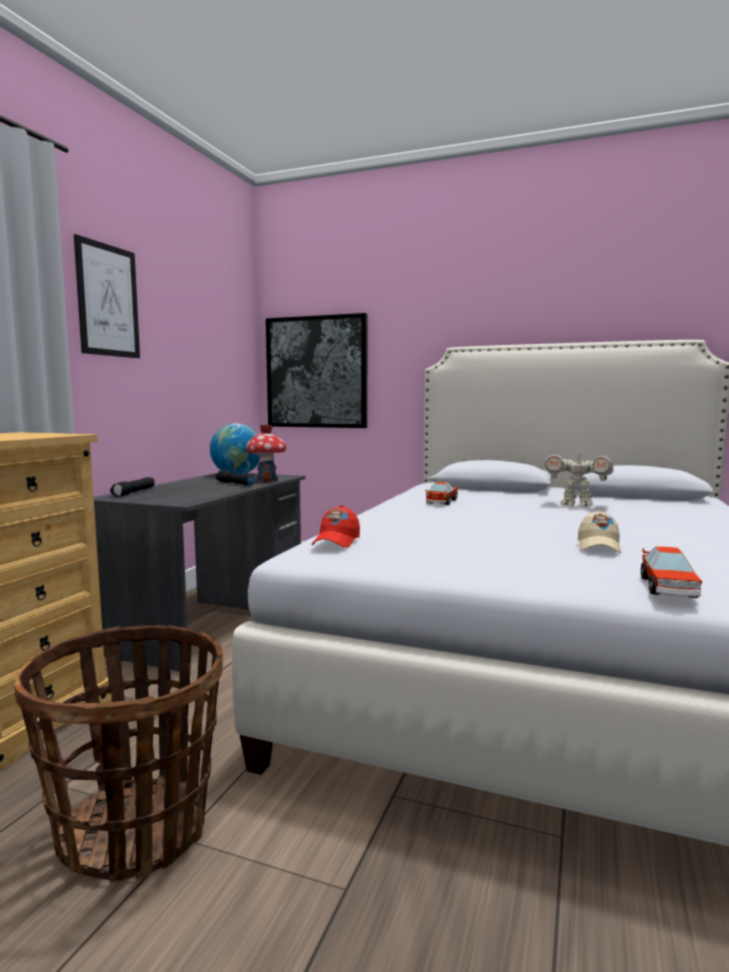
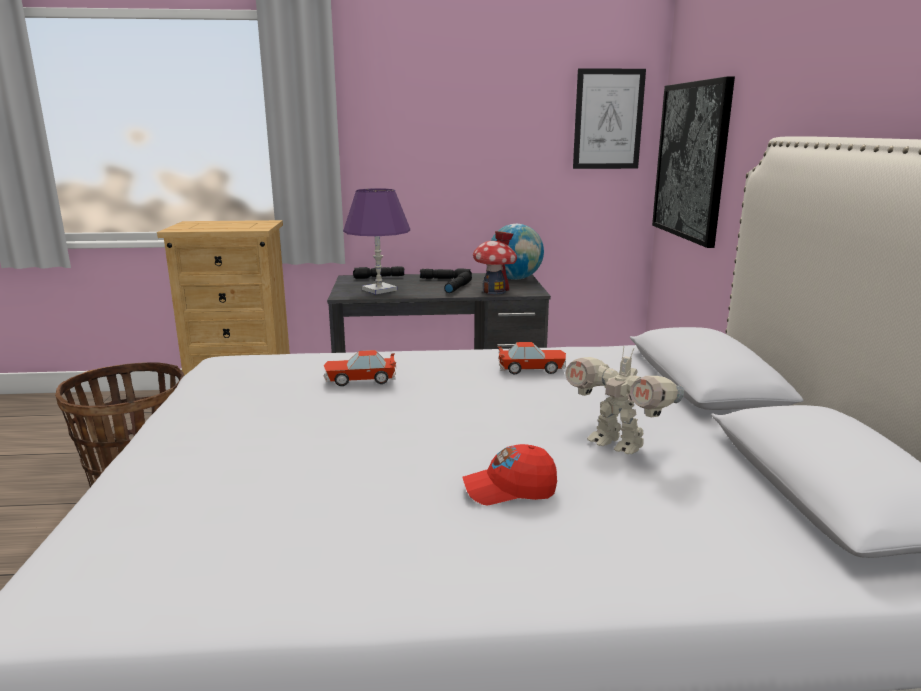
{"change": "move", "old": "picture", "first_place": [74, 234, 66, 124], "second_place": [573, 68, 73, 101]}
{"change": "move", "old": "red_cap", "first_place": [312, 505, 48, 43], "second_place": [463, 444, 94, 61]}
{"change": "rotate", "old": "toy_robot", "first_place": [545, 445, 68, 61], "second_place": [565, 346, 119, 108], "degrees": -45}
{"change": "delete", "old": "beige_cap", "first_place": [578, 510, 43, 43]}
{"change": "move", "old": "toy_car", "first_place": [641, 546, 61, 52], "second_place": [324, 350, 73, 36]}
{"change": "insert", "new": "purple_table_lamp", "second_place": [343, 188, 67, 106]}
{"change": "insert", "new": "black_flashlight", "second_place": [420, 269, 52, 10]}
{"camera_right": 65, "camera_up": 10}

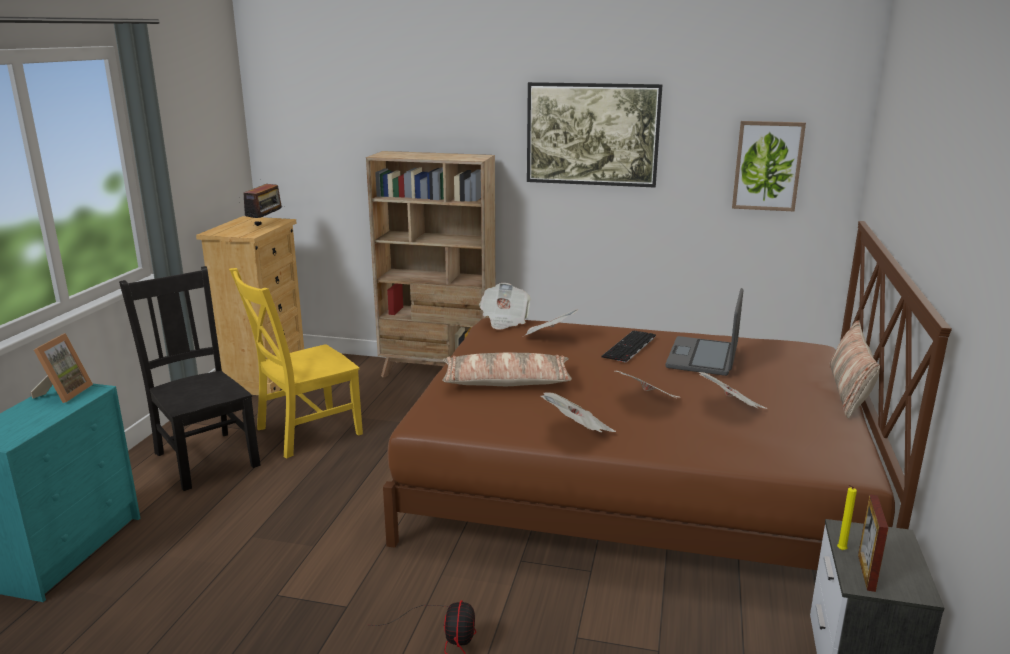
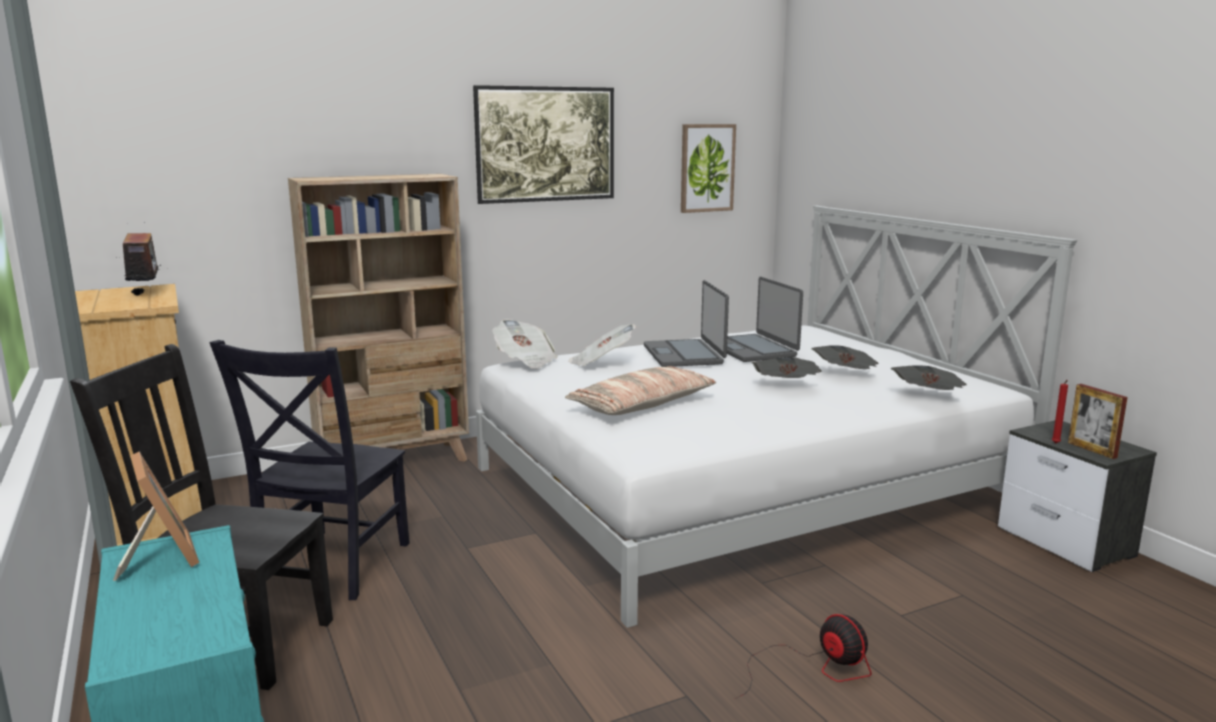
{"change": "recolor", "old": "yellow_chair", "new": "black_chair", "first_place": [229, 268, 134, 191], "second_place": [209, 340, 201, 260]}
{"change": "recolor", "old": "brown_bed", "new": "white_bed", "first_place": [383, 221, 569, 349], "second_place": [476, 206, 601, 422]}
{"change": "move", "old": "newspaper", "first_place": [541, 392, 75, 40], "second_place": [891, 365, 75, 25]}
{"change": "replace", "old": "keyboard", "new": "laptop", "first_place": [602, 331, 54, 32], "second_place": [644, 280, 85, 87]}
{"change": "delete", "old": "pillow", "first_place": [830, 321, 50, 97]}
{"change": "recolor", "old": "yellow_candle", "new": "red_candle", "first_place": [837, 485, 20, 65], "second_place": [1052, 380, 16, 63]}
{"camera_right": -40, "camera_up": -5}

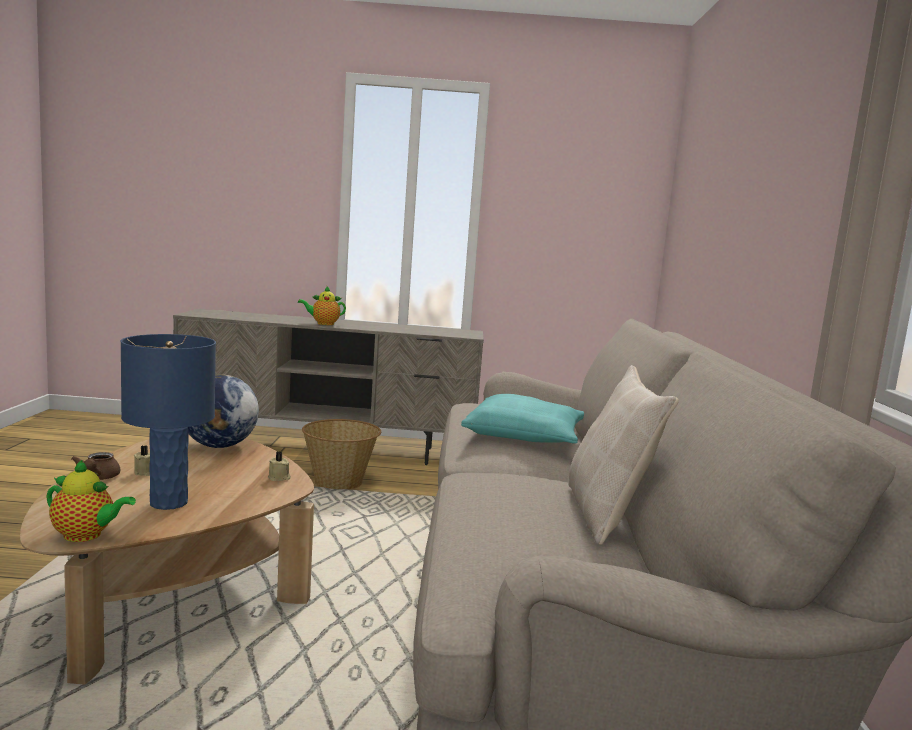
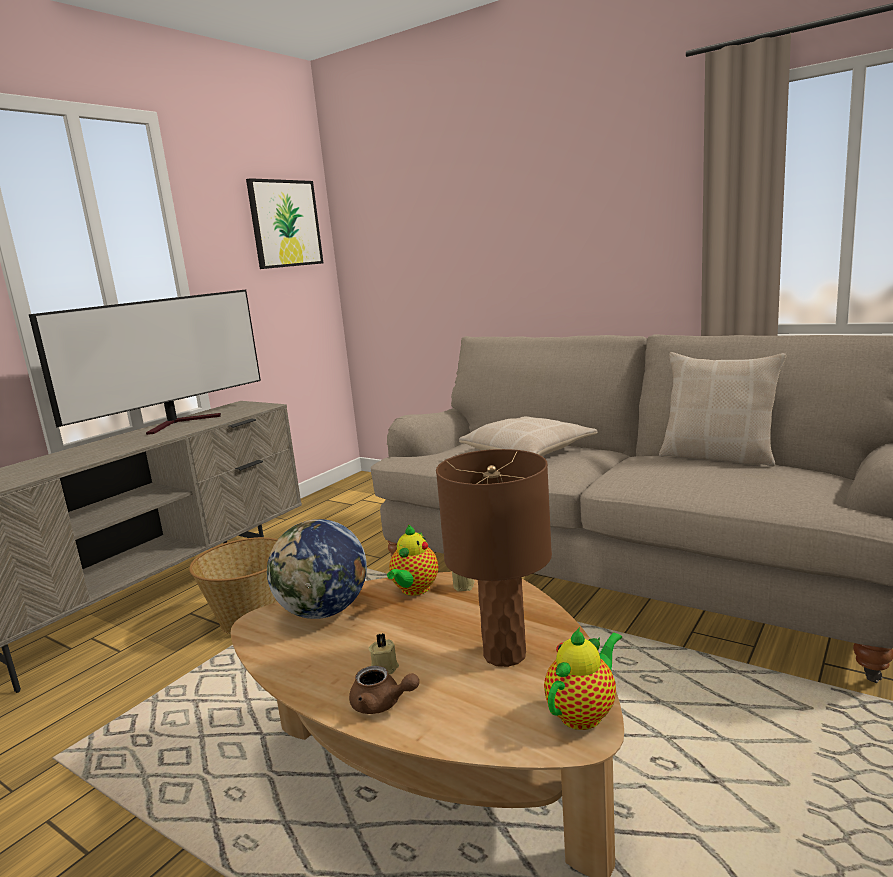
{"change": "recolor", "old": "blue_table_lamp", "new": "brown_table_lamp", "first_place": [120, 334, 96, 176], "second_place": [436, 449, 116, 218]}
{"change": "move", "old": "teapot", "first_place": [298, 285, 48, 40], "second_place": [387, 525, 51, 71]}
{"change": "recolor", "old": "turquoise_pillow", "new": "beige_pillow", "first_place": [461, 394, 123, 50], "second_place": [459, 416, 138, 40]}
{"change": "insert", "new": "television", "second_place": [29, 289, 232, 146]}
{"change": "insert", "new": "picture", "second_place": [246, 178, 77, 91]}
{"camera_right": -55, "camera_up": 5}

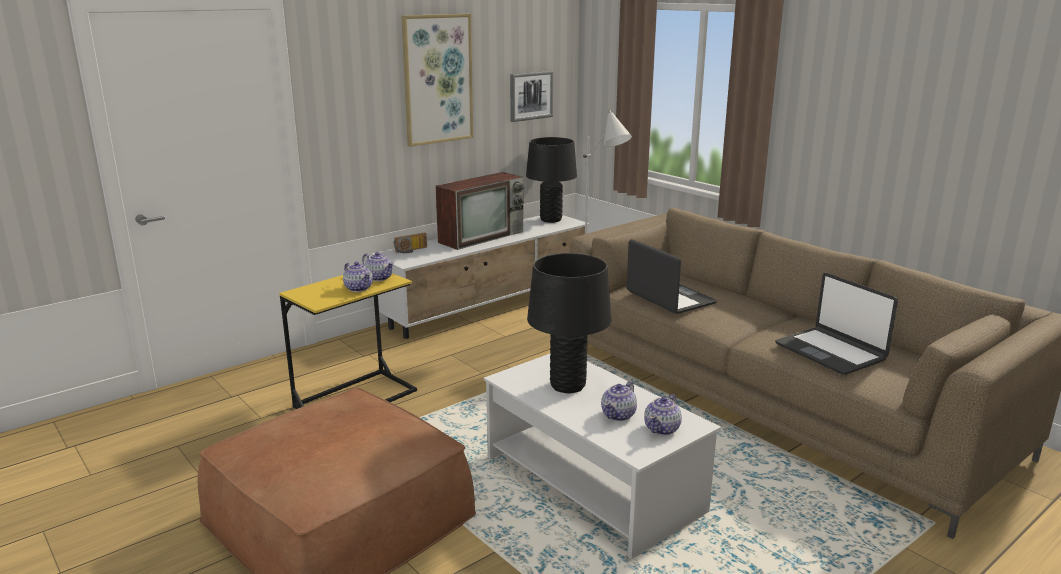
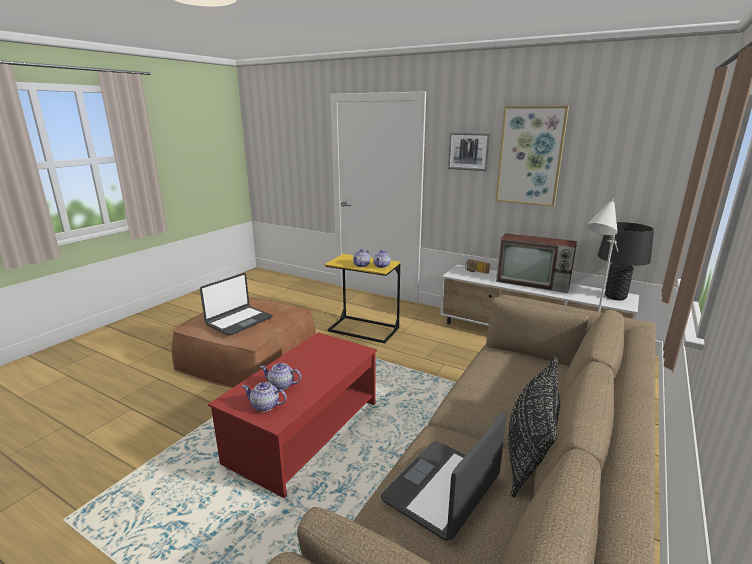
{"change": "recolor", "old": "white_coffee_table", "new": "red_coffee_table", "first_place": [484, 353, 237, 206], "second_place": [208, 332, 169, 166]}
{"change": "move", "old": "picture", "first_place": [510, 71, 43, 51], "second_place": [447, 132, 44, 39]}
{"change": "delete", "old": "black_table_lamp", "first_place": [527, 253, 84, 141]}
{"change": "move", "old": "laptop", "first_place": [627, 239, 90, 75], "second_place": [200, 273, 73, 62]}
{"change": "insert", "new": "black_pillow", "second_place": [508, 357, 52, 141]}
{"camera_right": 70, "camera_up": 0}

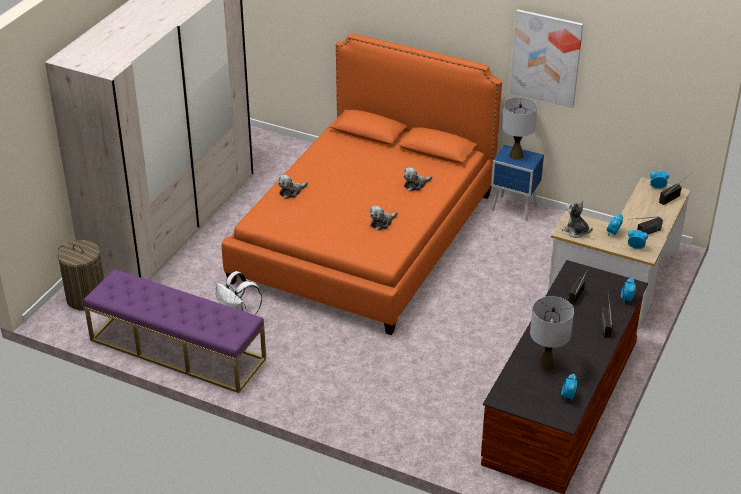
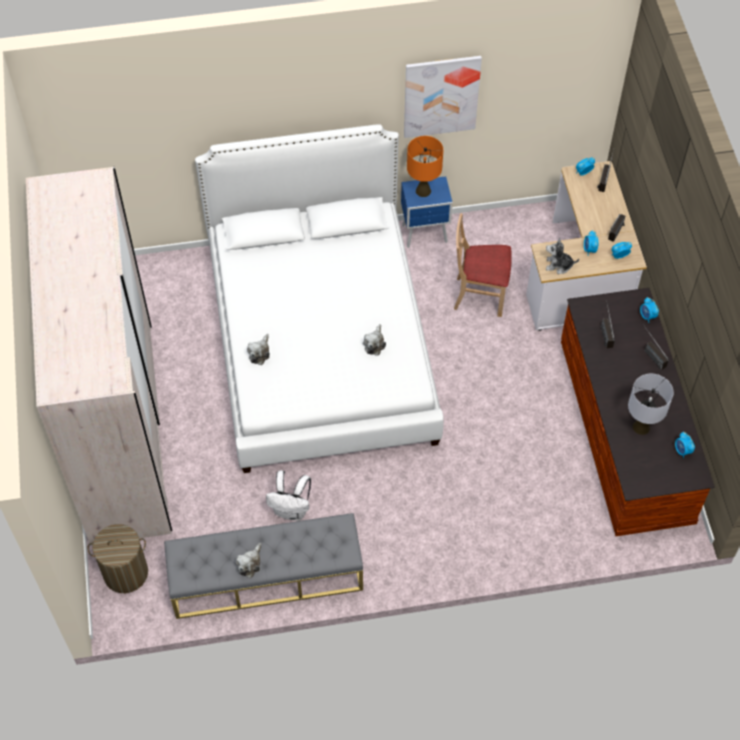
{"change": "recolor", "old": "purple_bench", "new": "grey_bench", "first_place": [84, 269, 182, 124], "second_place": [164, 513, 199, 106]}
{"change": "recolor", "old": "orange_bed", "new": "white_bed", "first_place": [222, 34, 280, 301], "second_place": [195, 124, 249, 349]}
{"change": "move", "old": "plush_toy", "first_place": [403, 167, 29, 24], "second_place": [236, 543, 25, 35]}
{"change": "recolor", "old": "grey_table_lamp", "new": "orange_table_lamp", "first_place": [502, 97, 35, 63], "second_place": [407, 136, 36, 61]}
{"change": "insert", "new": "beige_chair", "second_place": [454, 213, 58, 104]}
{"camera_right": -35, "camera_up": 20}

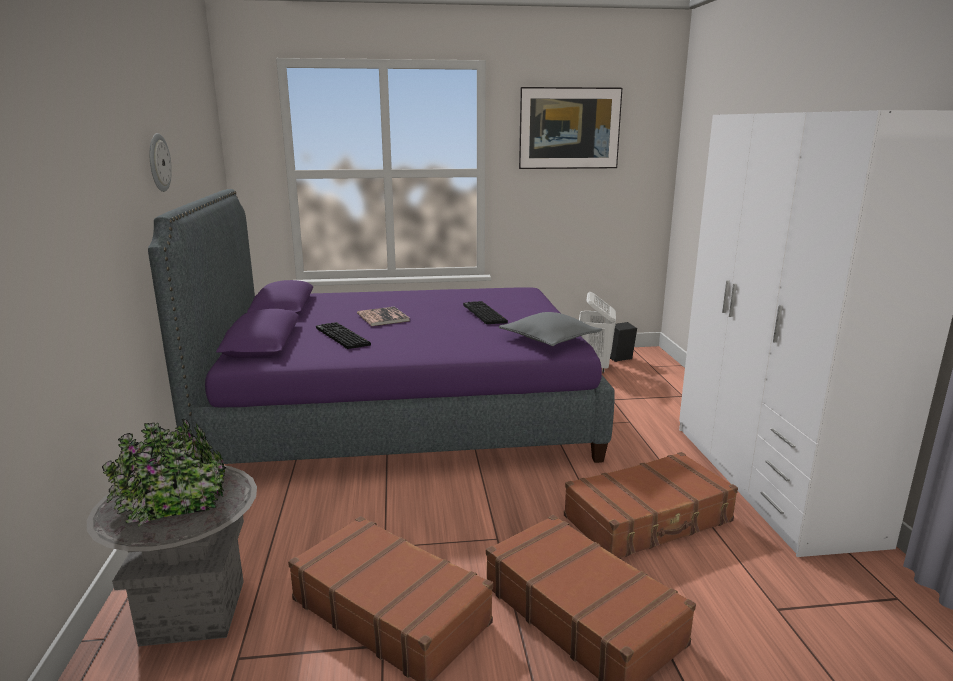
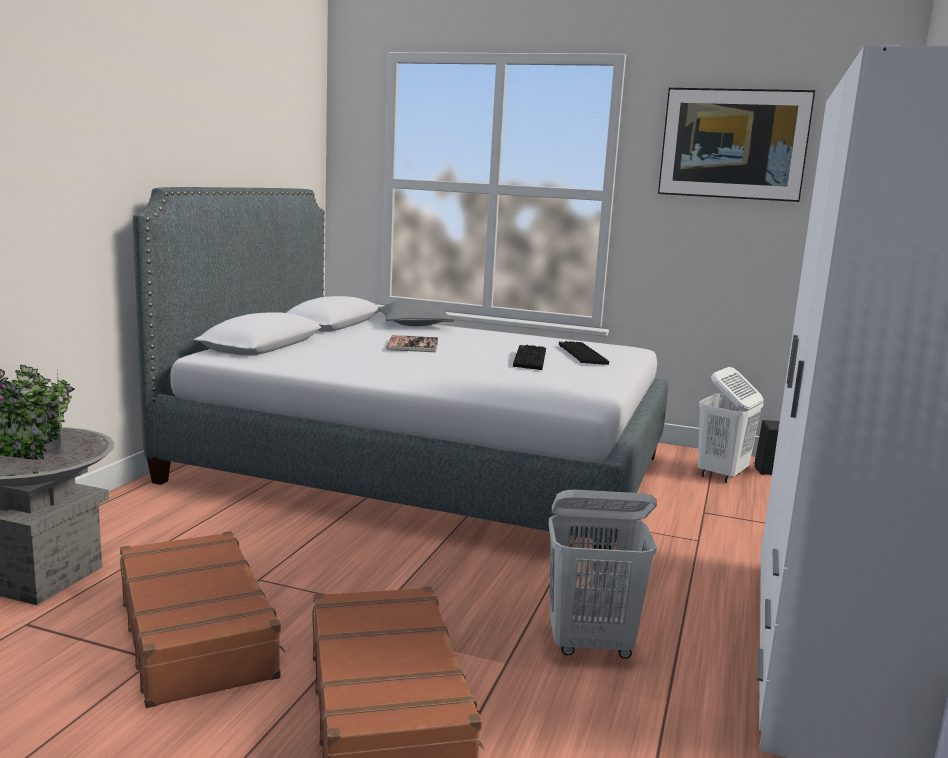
{"change": "recolor", "old": "purple_bed", "new": "grey_bed", "first_place": [148, 189, 467, 275], "second_place": [133, 187, 535, 381]}
{"change": "delete", "old": "wall_clock", "first_place": [150, 133, 22, 59]}
{"change": "move", "old": "keyboard", "first_place": [316, 322, 55, 27], "second_place": [559, 341, 50, 24]}
{"change": "move", "old": "grey_pillow", "first_place": [499, 312, 103, 34], "second_place": [378, 300, 77, 26]}
{"change": "replace", "old": "brown_suitcase", "new": "white_laundry_basket", "first_place": [564, 452, 174, 106], "second_place": [548, 490, 109, 169]}
{"camera_right": 25, "camera_up": -5}

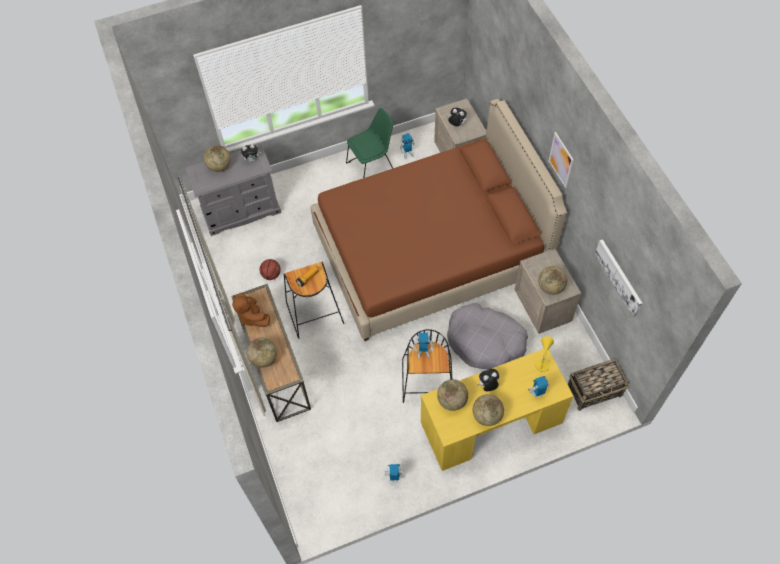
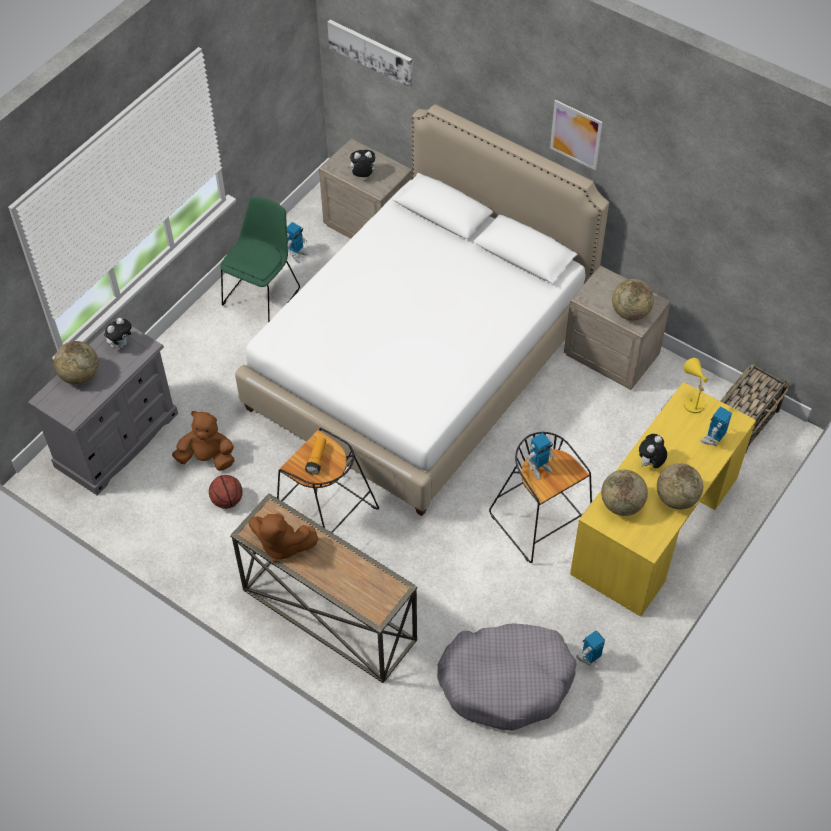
{"change": "delete", "old": "globe", "first_place": [247, 338, 30, 30]}
{"change": "recolor", "old": "brown_bed", "new": "white_bed", "first_place": [311, 99, 256, 242], "second_place": [235, 104, 374, 412]}
{"change": "move", "old": "grey_dog_bed", "first_place": [447, 303, 81, 67], "second_place": [437, 623, 139, 108]}
{"change": "move", "old": "picture", "first_place": [595, 239, 47, 78], "second_place": [327, 20, 86, 68]}
{"change": "insert", "new": "brown_plush_toy", "second_place": [172, 411, 62, 60]}
{"camera_right": -35, "camera_up": -5}

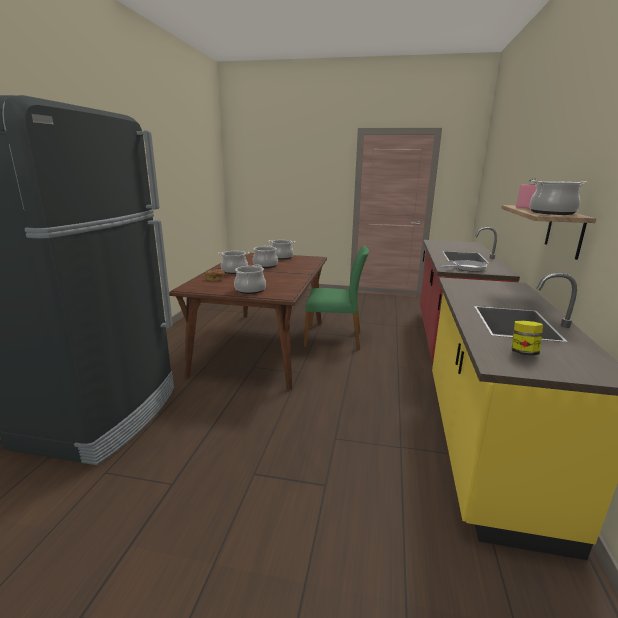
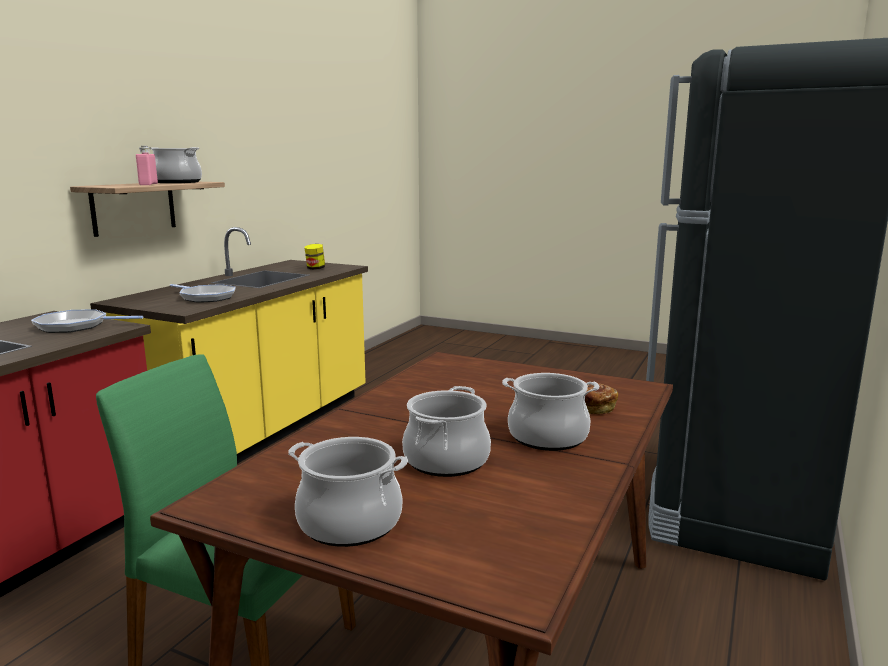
{"change": "delete", "old": "cooking_pot", "first_place": [234, 264, 32, 30]}
{"change": "insert", "new": "frying_pan", "second_place": [170, 284, 66, 19]}
{"camera_right": -165, "camera_up": -5}

